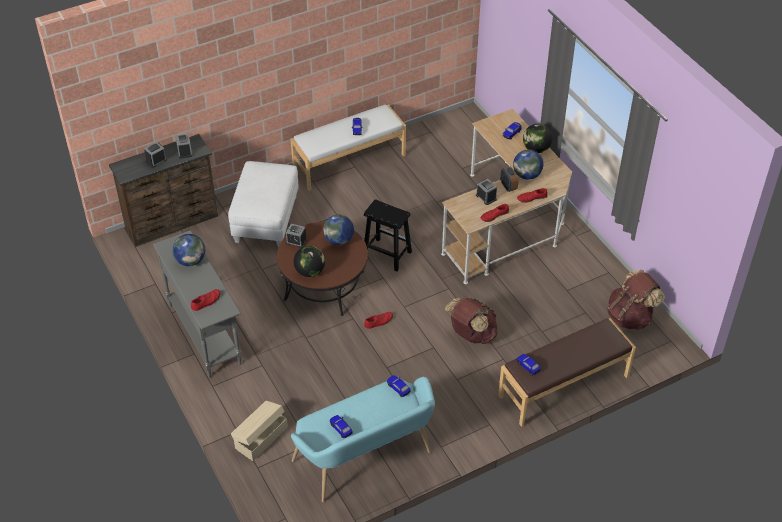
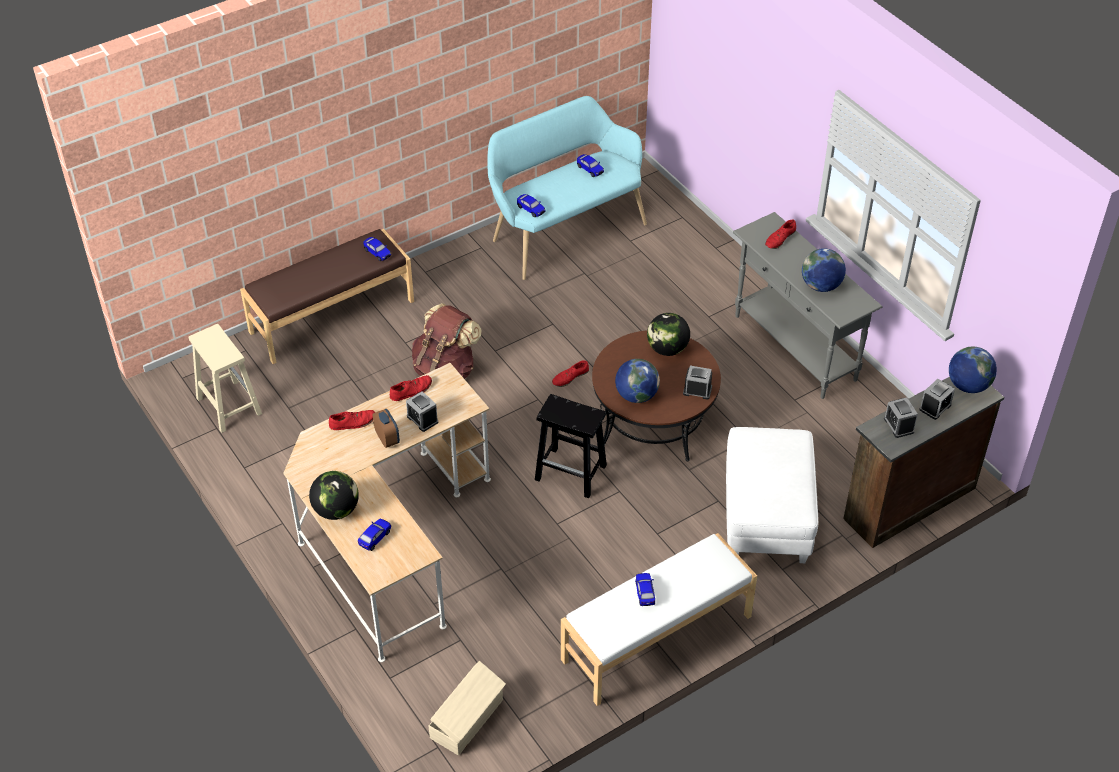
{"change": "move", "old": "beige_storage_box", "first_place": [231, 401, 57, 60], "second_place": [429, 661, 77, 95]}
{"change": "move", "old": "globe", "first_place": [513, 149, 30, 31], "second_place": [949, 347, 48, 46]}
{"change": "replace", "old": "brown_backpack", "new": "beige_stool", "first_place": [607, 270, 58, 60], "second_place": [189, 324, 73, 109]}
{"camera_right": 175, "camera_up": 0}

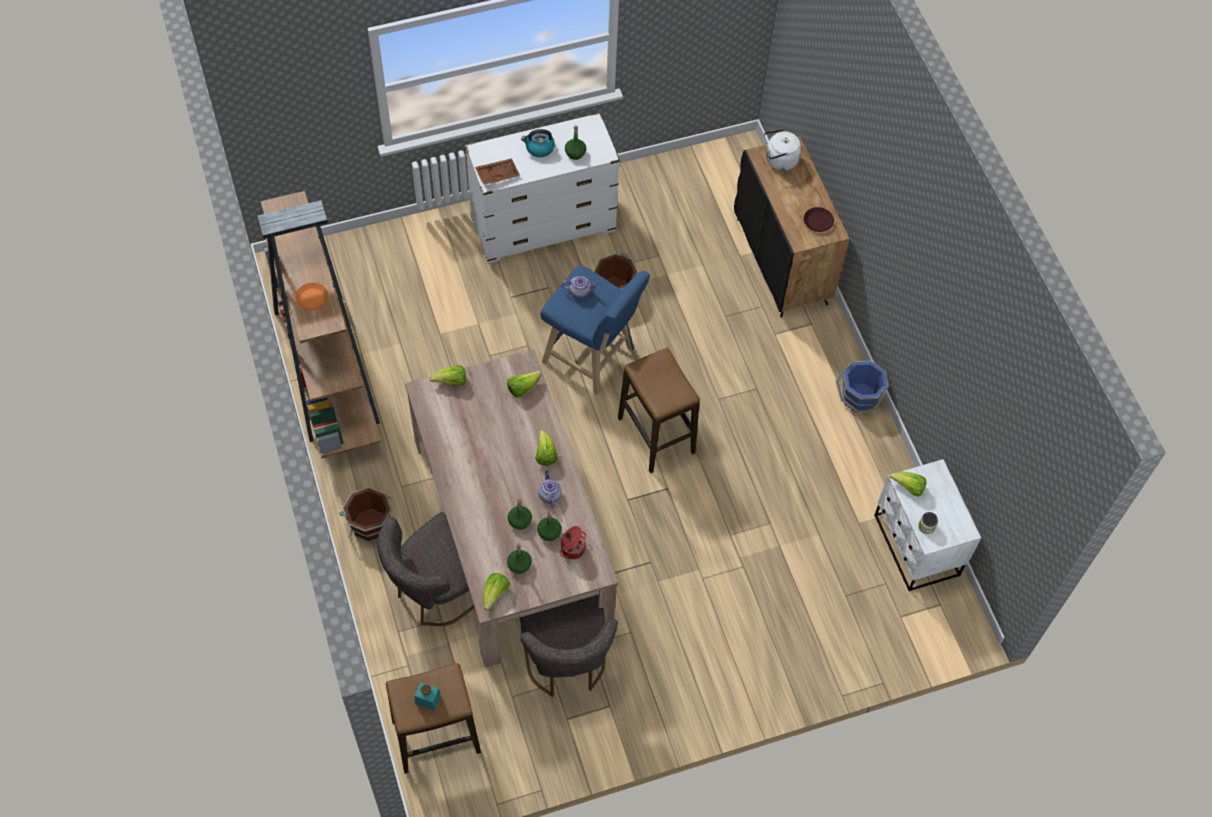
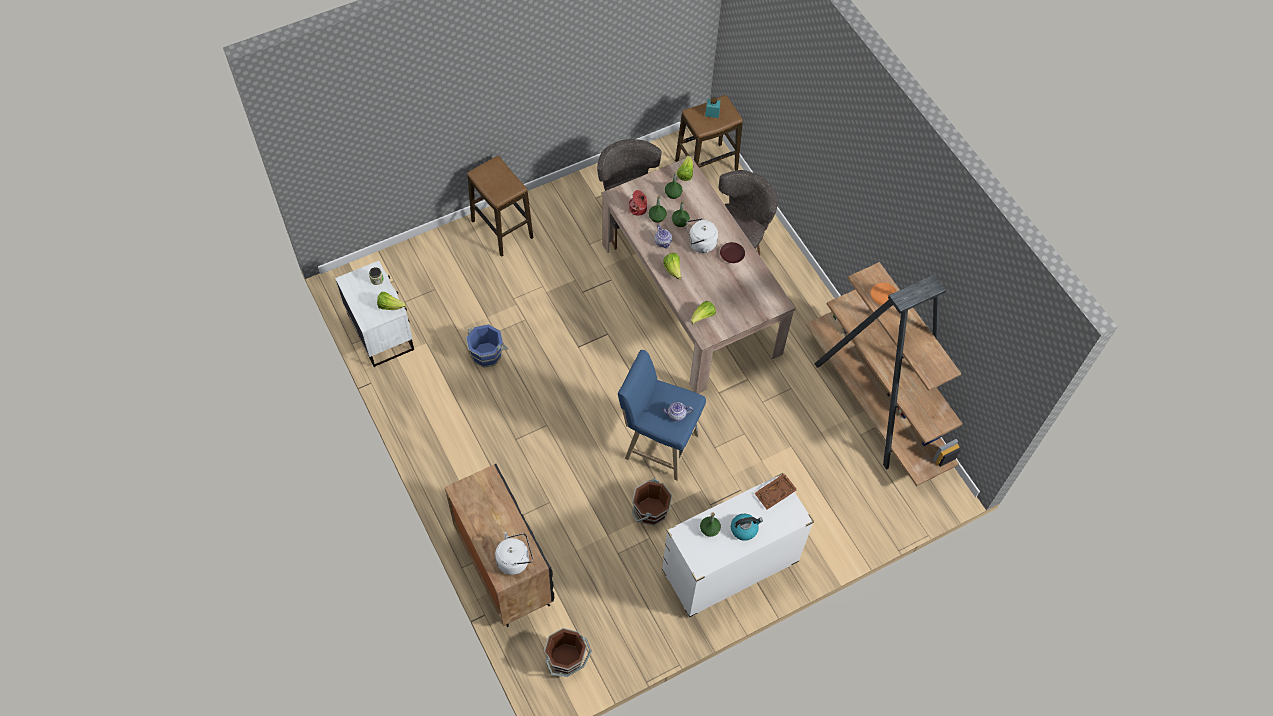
{"change": "move", "old": "brown_bucket", "first_place": [339, 487, 53, 56], "second_place": [544, 628, 48, 49]}
{"change": "delete", "old": "lettuce", "first_place": [429, 365, 37, 21]}
{"change": "move", "old": "stool", "first_place": [618, 348, 82, 125], "second_place": [467, 156, 66, 101]}
{"change": "move", "old": "brown_plate", "first_place": [804, 207, 30, 25], "second_place": [720, 242, 25, 21]}
{"change": "move", "old": "blue_bucket", "first_place": [836, 361, 52, 52], "second_place": [466, 324, 42, 44]}
{"change": "insert", "new": "white_kettle", "second_place": [687, 218, 31, 35]}
{"camera_right": 170, "camera_up": 0}

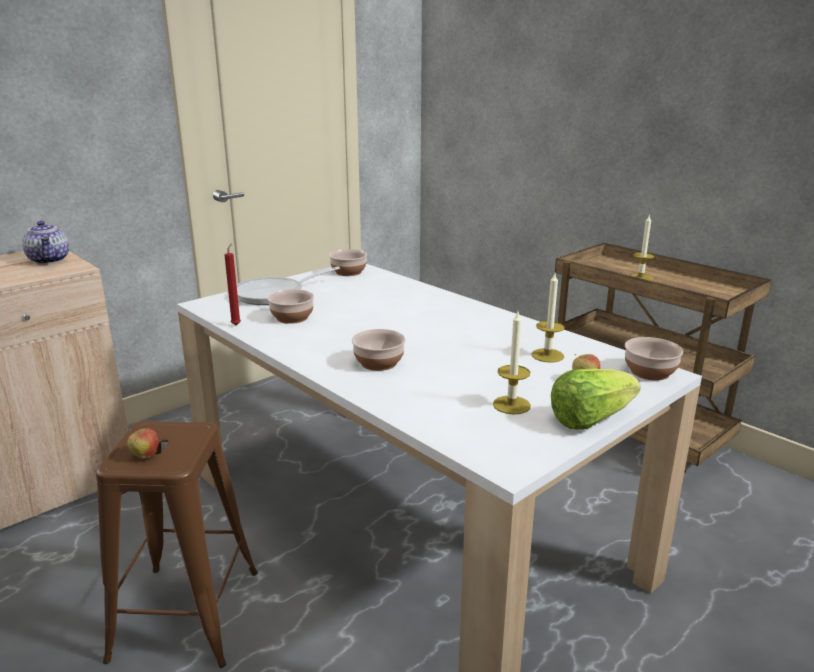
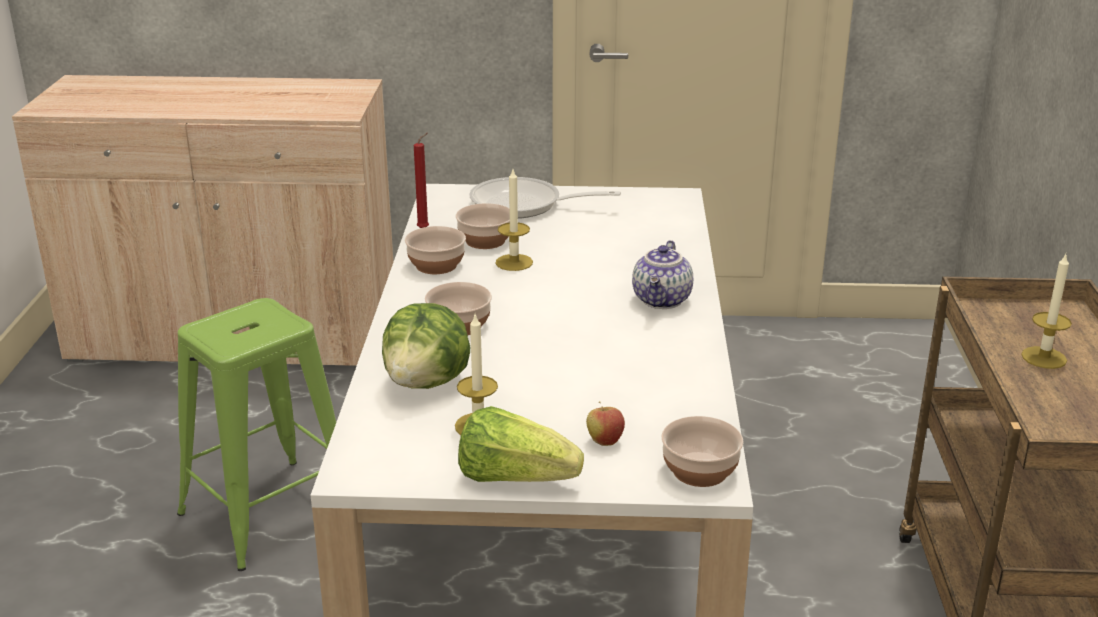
{"change": "move", "old": "teapot", "first_place": [22, 221, 47, 43], "second_place": [632, 240, 61, 69]}
{"change": "recolor", "old": "brown_stool", "new": "green_stool", "first_place": [96, 421, 162, 247], "second_place": [177, 298, 159, 273]}
{"change": "delete", "old": "apple", "first_place": [127, 428, 31, 31]}
{"change": "move", "old": "bowl", "first_place": [329, 249, 38, 27], "second_place": [405, 226, 61, 48]}
{"change": "move", "old": "candle", "first_place": [531, 273, 34, 89], "second_place": [496, 170, 37, 101]}
{"change": "insert", "new": "lettuce", "second_place": [382, 303, 88, 86]}
{"camera_right": 45, "camera_up": 5}

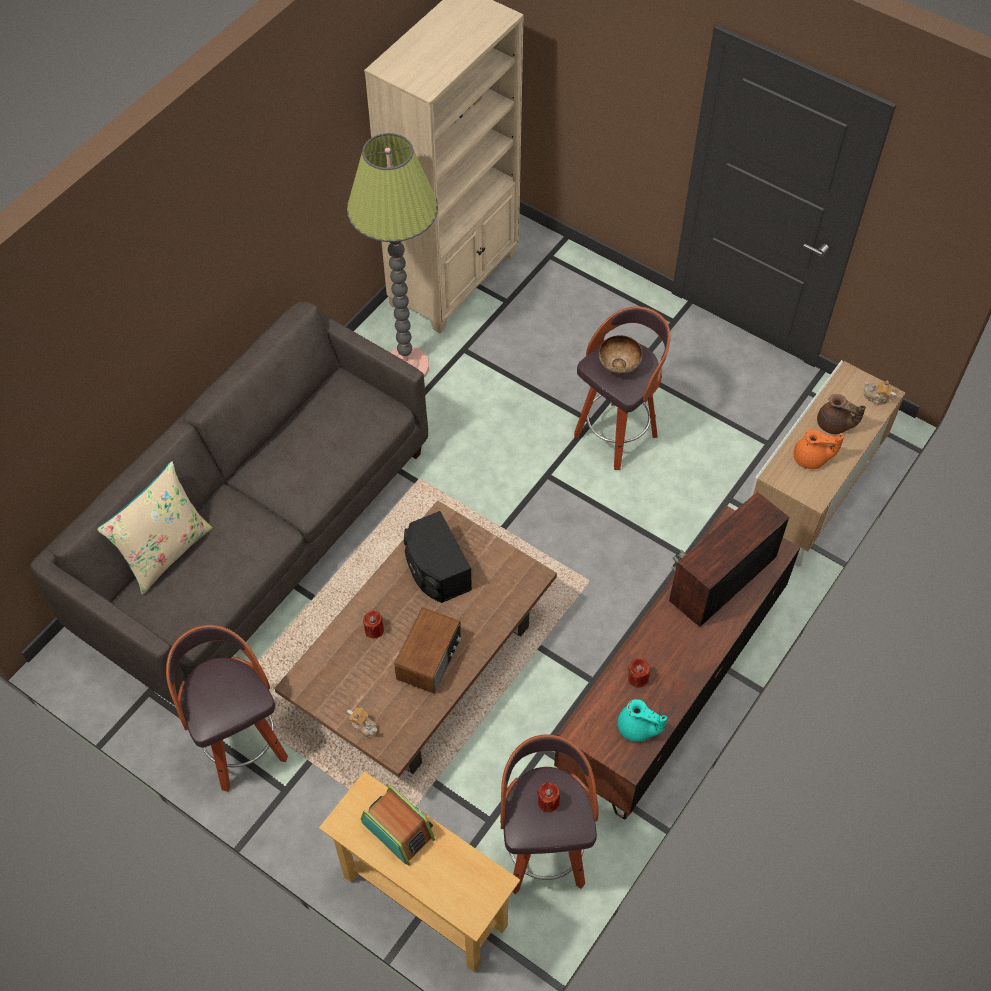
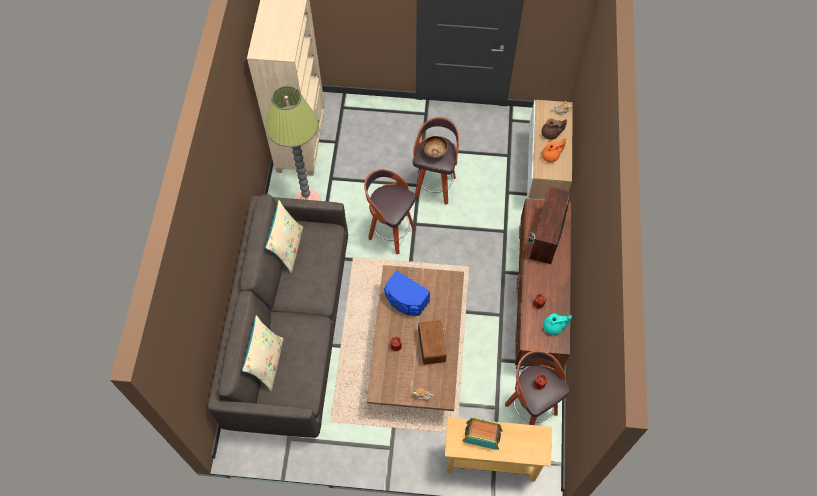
{"change": "move", "old": "stool", "first_place": [166, 625, 122, 167], "second_place": [364, 169, 52, 85]}
{"change": "recolor", "old": "black_speaker", "new": "blue_speaker", "first_place": [404, 511, 68, 92], "second_place": [384, 270, 46, 46]}
{"change": "insert", "new": "beige_pillow", "second_place": [265, 200, 38, 73]}
{"camera_right": -30, "camera_up": 5}

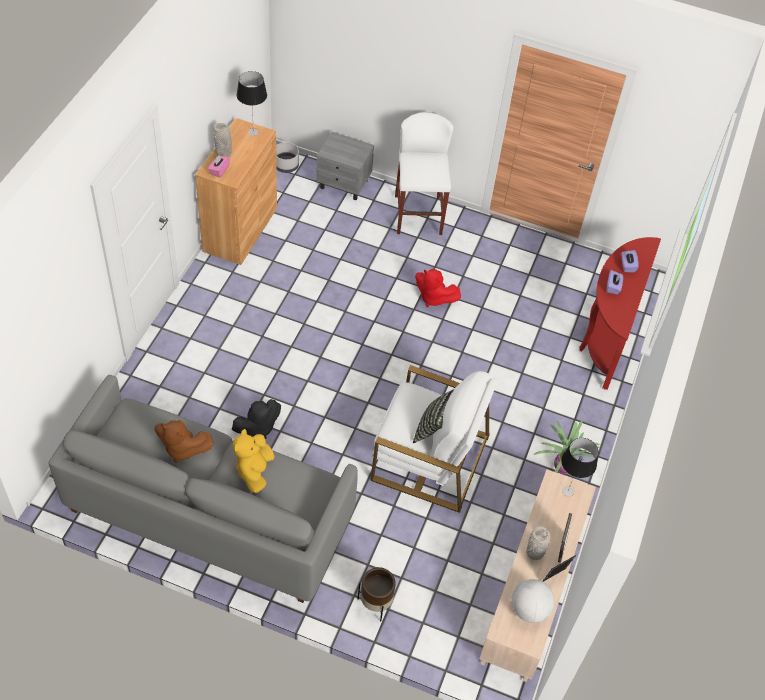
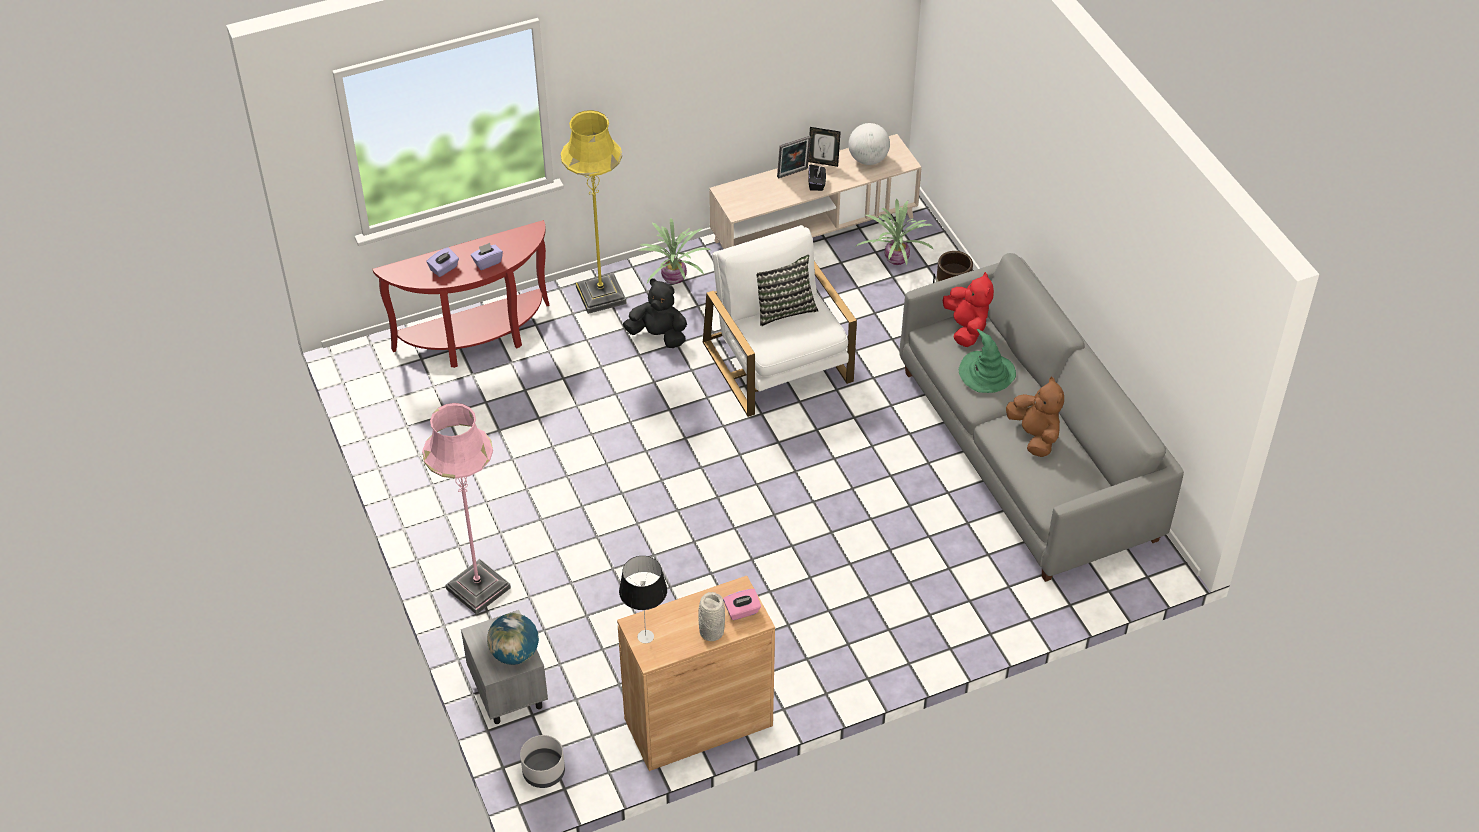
{"change": "move", "old": "black_plush_toy", "first_place": [232, 399, 49, 40], "second_place": [623, 279, 64, 69]}
{"change": "replace", "old": "yellow_plush_toy", "new": "green_hat", "first_place": [233, 429, 42, 64], "second_place": [959, 329, 57, 64]}
{"change": "replace", "old": "white_stool", "new": "pink_floor_lamp", "first_place": [395, 112, 59, 123], "second_place": [422, 403, 89, 212]}
{"change": "move", "old": "red_plush_toy", "first_place": [415, 269, 46, 38], "second_place": [943, 272, 51, 75]}
{"change": "replace", "old": "grey_vase", "new": "black_tissue_box", "first_place": [526, 526, 25, 34], "second_place": [808, 164, 18, 27]}
{"change": "delete", "old": "table_lamp", "first_place": [561, 438, 37, 59]}
{"change": "insert", "new": "globe", "second_place": [487, 613, 52, 52]}
{"change": "insert", "new": "yellow_floor_lamp", "second_place": [561, 110, 65, 204]}
{"change": "insert", "new": "potted_plant", "second_place": [855, 199, 79, 66]}
{"camera_right": -130, "camera_up": -5}

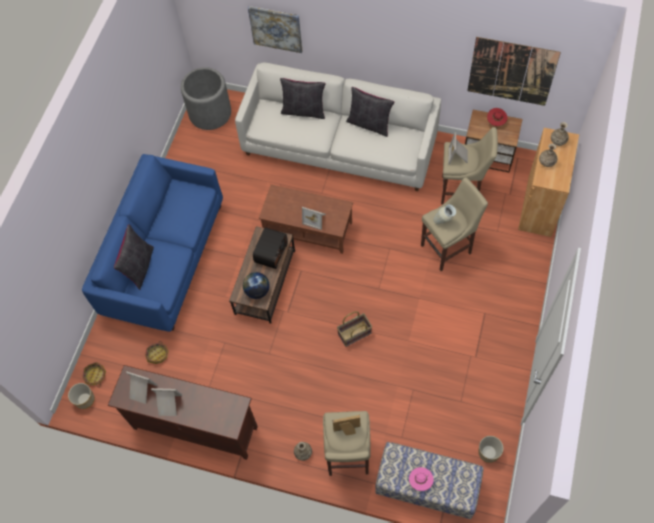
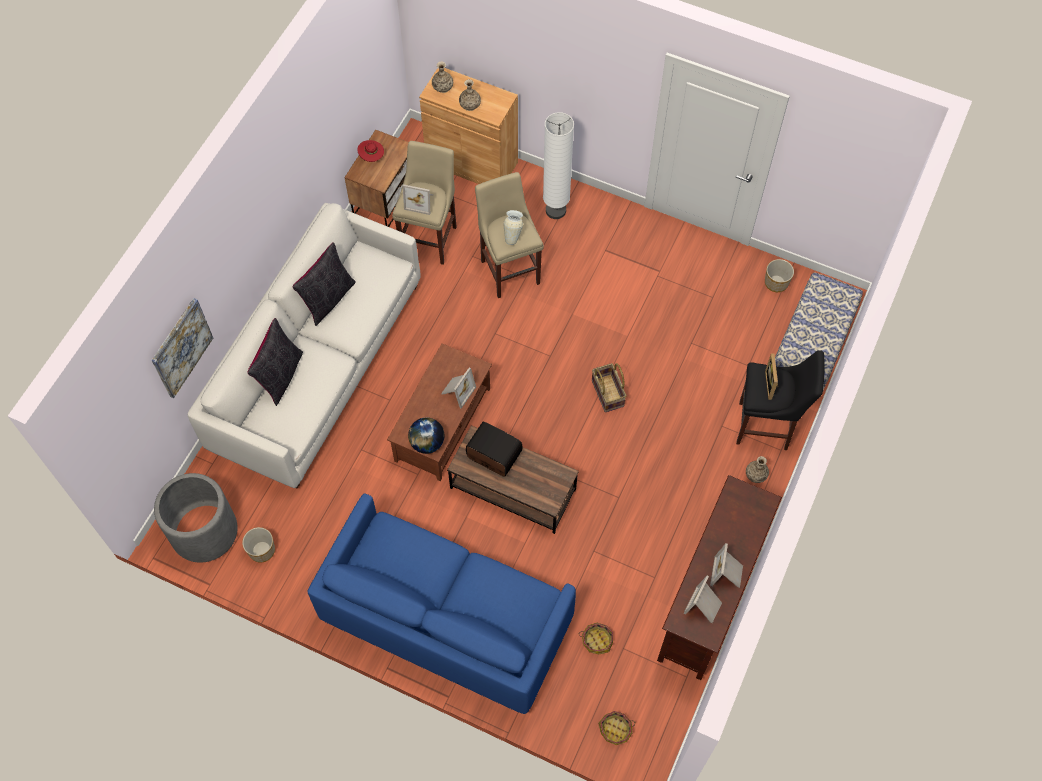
{"change": "move", "old": "planter", "first_place": [68, 383, 27, 26], "second_place": [242, 527, 33, 35]}
{"change": "delete", "old": "black_pillow", "first_place": [114, 224, 40, 66]}
{"change": "move", "old": "globe", "first_place": [243, 272, 27, 27], "second_place": [408, 417, 36, 37]}
{"change": "recolor", "old": "beige_stool", "new": "black_stool", "first_place": [323, 411, 48, 65], "second_place": [736, 350, 89, 100]}
{"change": "delete", "old": "pink_hat", "first_place": [409, 467, 25, 24]}
{"change": "delete", "old": "picture", "first_place": [467, 37, 94, 69]}
{"change": "insert", "new": "white_floor_lamp", "second_place": [543, 112, 31, 107]}
{"camera_right": -85, "camera_up": 0}

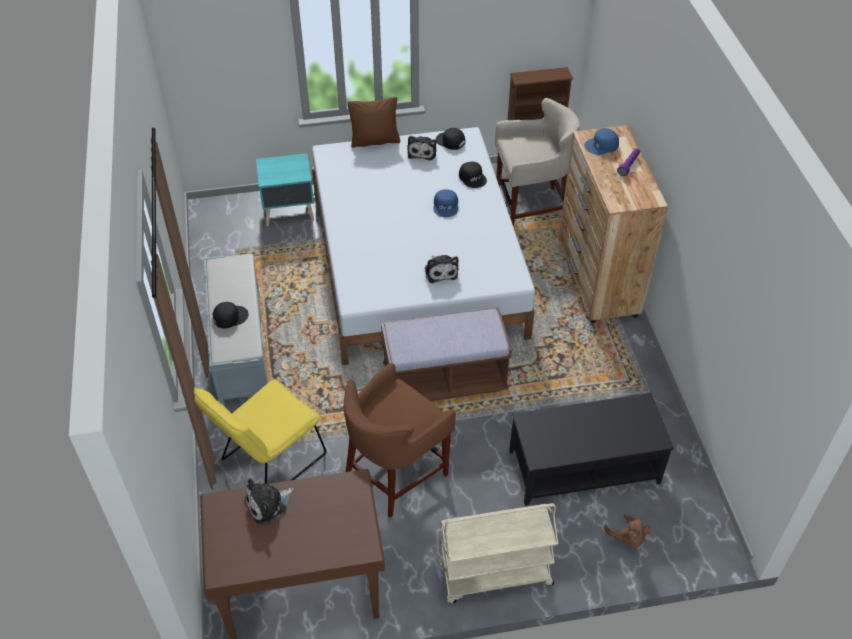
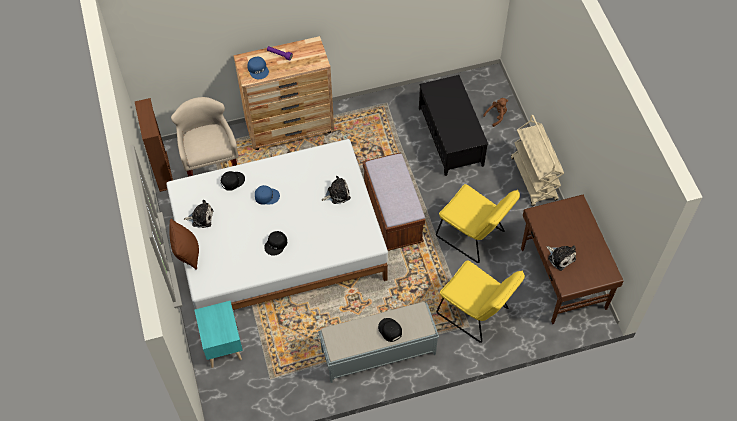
{"change": "replace", "old": "brown_stool", "new": "yellow_chair", "first_place": [343, 363, 113, 155], "second_place": [436, 184, 84, 79]}
{"change": "move", "old": "black_cap", "first_place": [436, 128, 29, 22], "second_place": [264, 231, 23, 25]}
{"camera_right": -95, "camera_up": 10}

